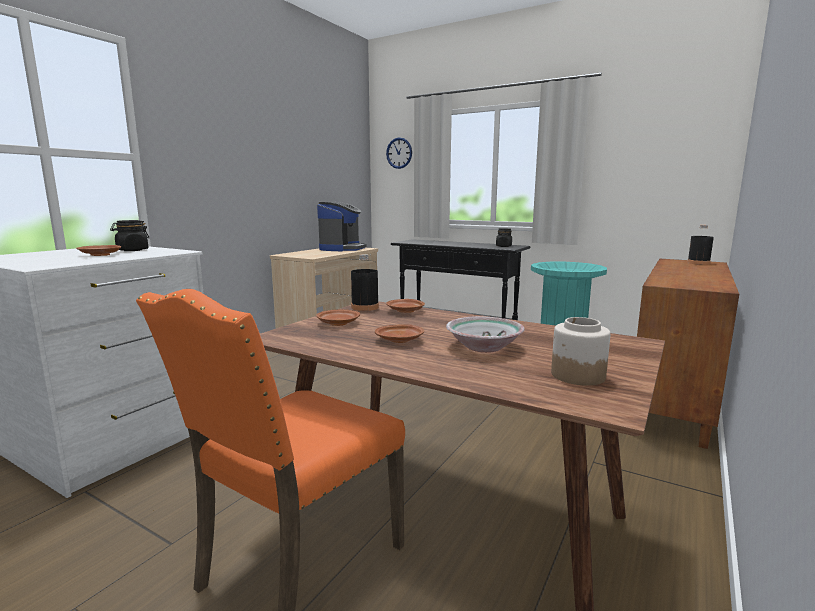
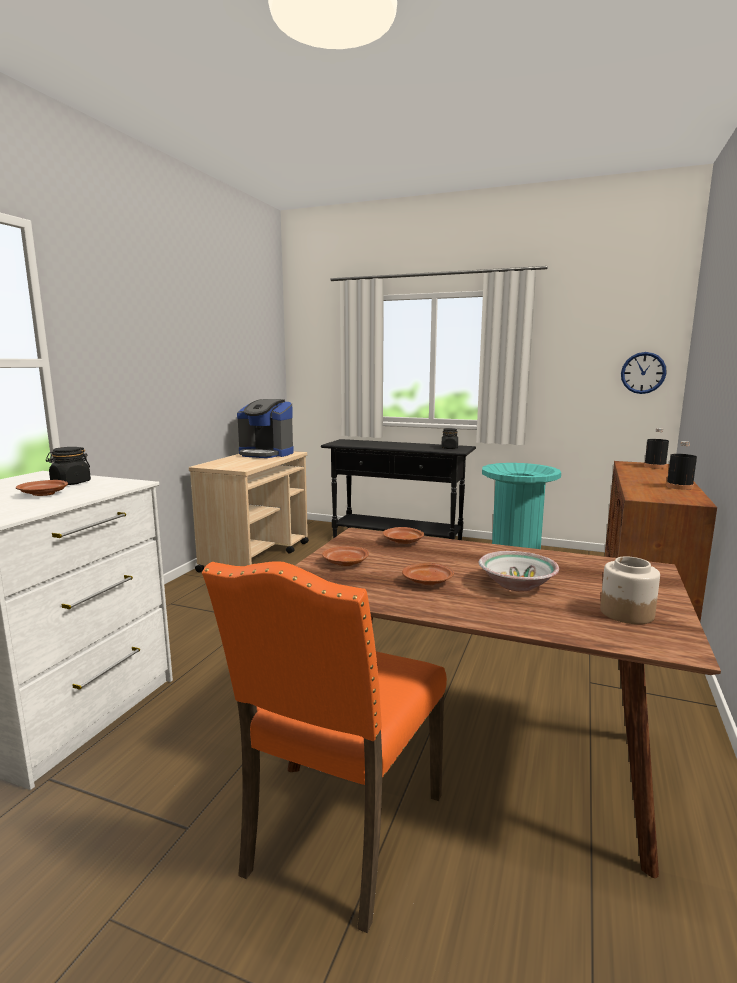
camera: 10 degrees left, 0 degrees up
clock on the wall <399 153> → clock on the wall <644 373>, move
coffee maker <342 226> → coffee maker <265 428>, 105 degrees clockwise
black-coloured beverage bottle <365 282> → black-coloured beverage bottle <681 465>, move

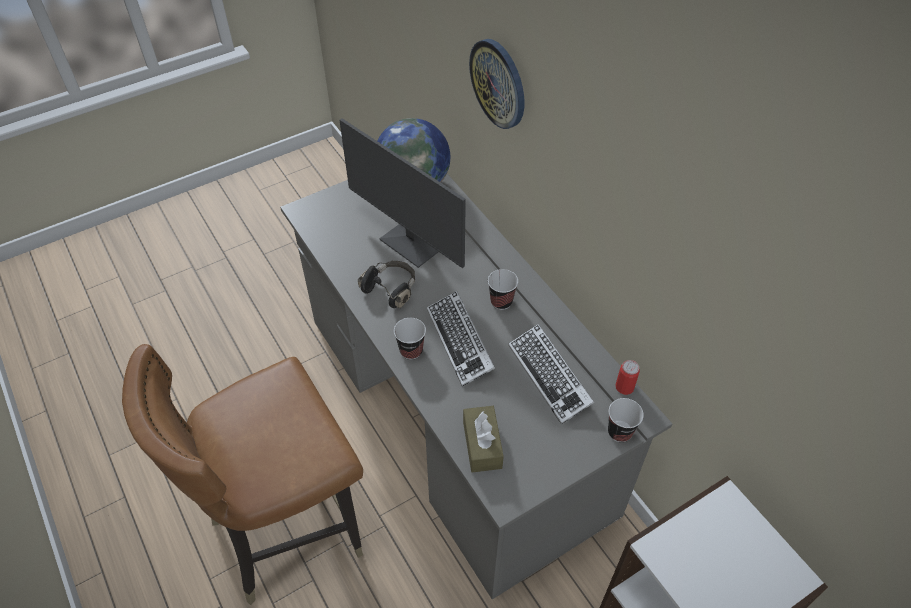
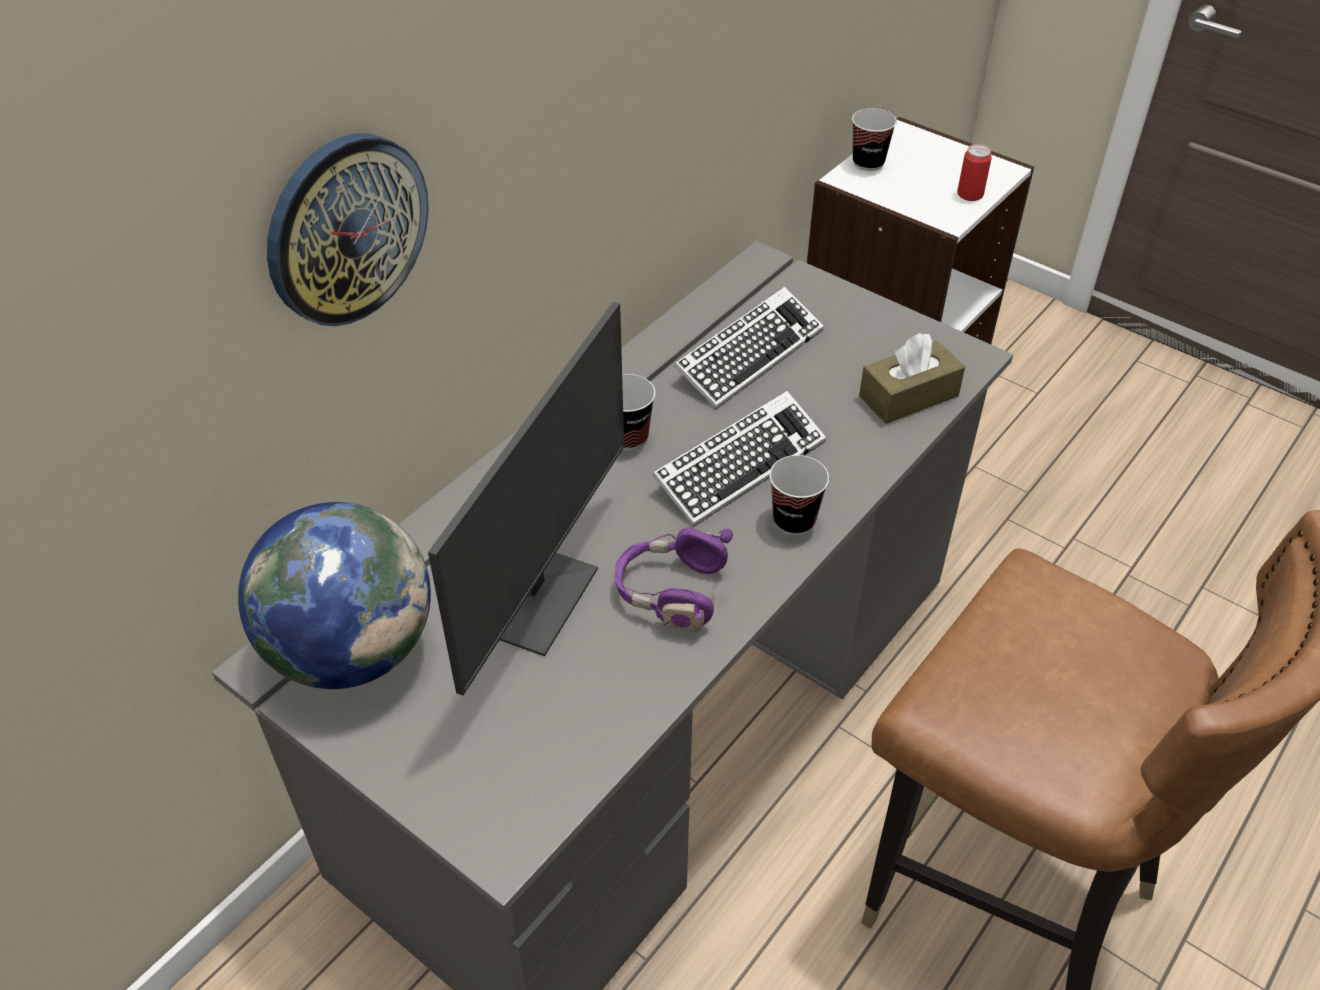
camera: 110 degrees left, 5 degrees down
black-coloured headset <386 284> → purplish headset <673 579>
metal can <627 377> → metal can <974 172>, move
drinking cup <626 420> → drinking cup <874 139>, move

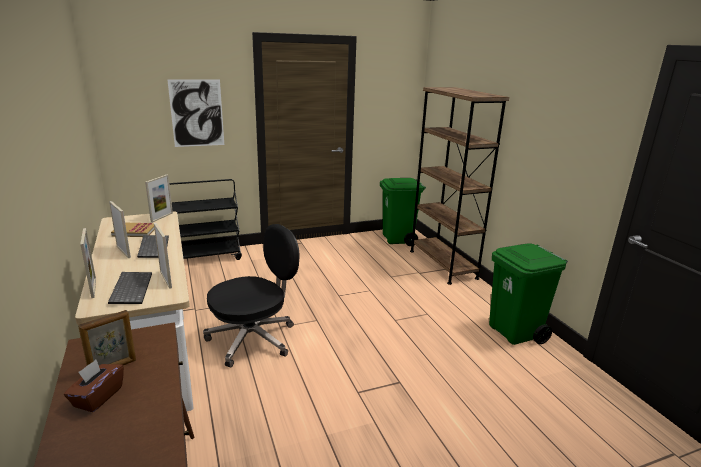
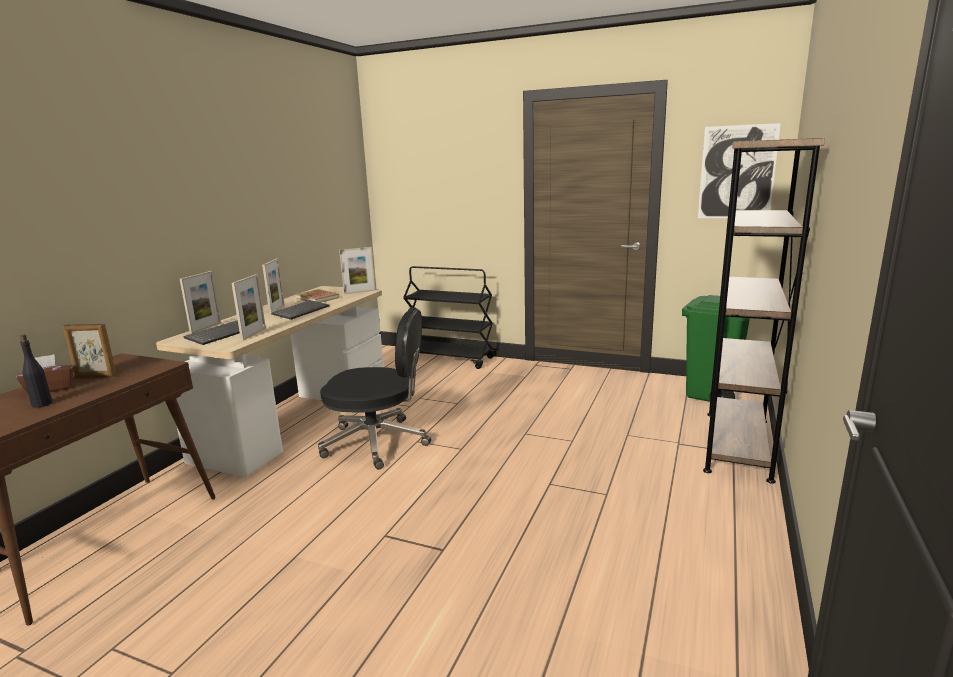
camera: 45 degrees right, 5 degrees down
wall picture <195 113> → wall picture <739 170>, move
greenish trash can <528 294> → -
- → black-coloured beverage bottle <36 371>

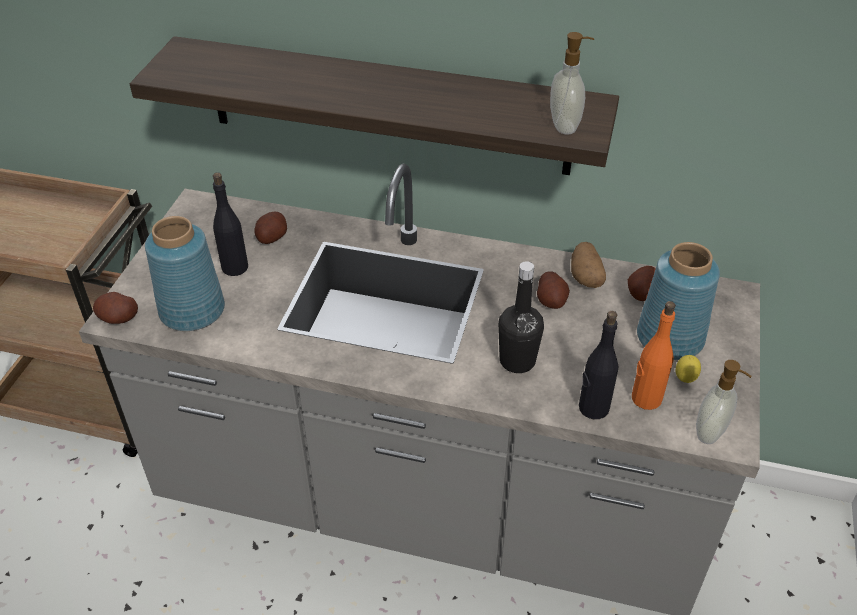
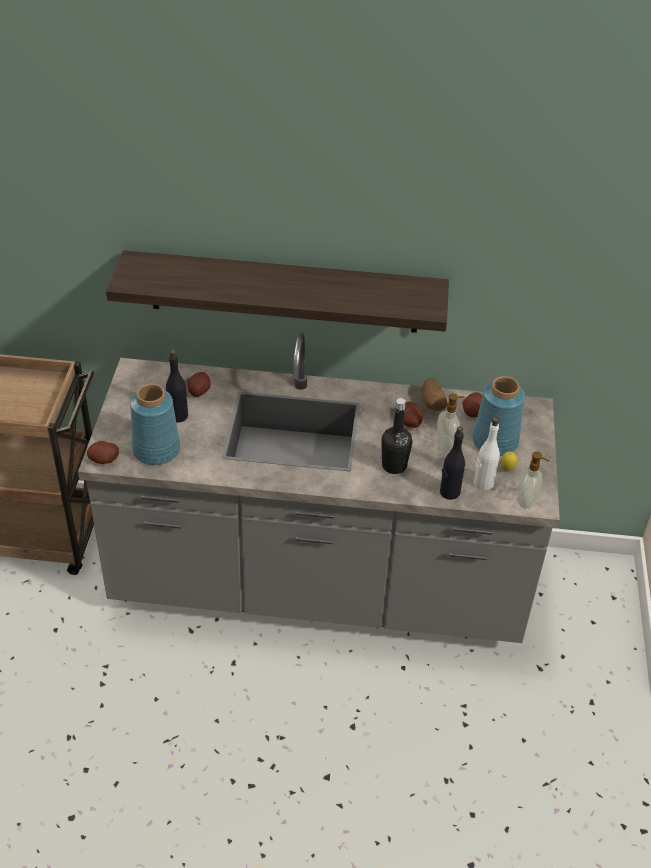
camera: 10 degrees left, 0 degrees up
soap dispenser <572 83> → soap dispenser <451 422>, move
orangey beverage bottle <654 355> → whitish beverage bottle <487 453>

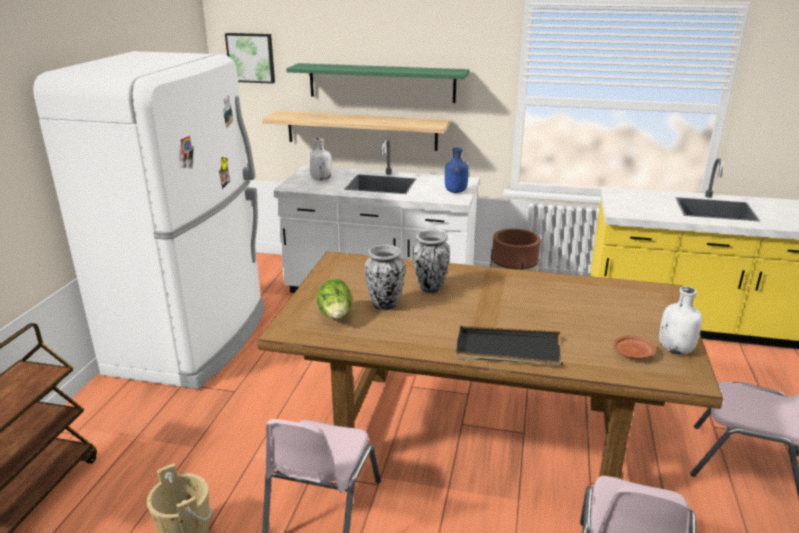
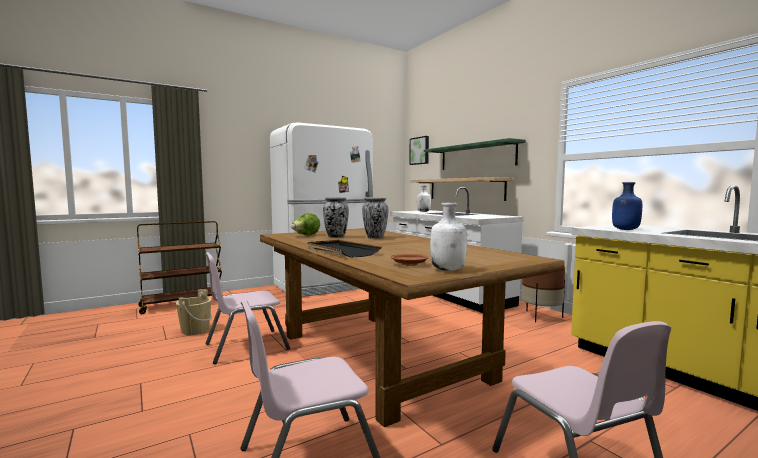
camera: 45 degrees right, 20 degrees down
bluish beverage bottle <457 170> → bluish beverage bottle <627 206>, move

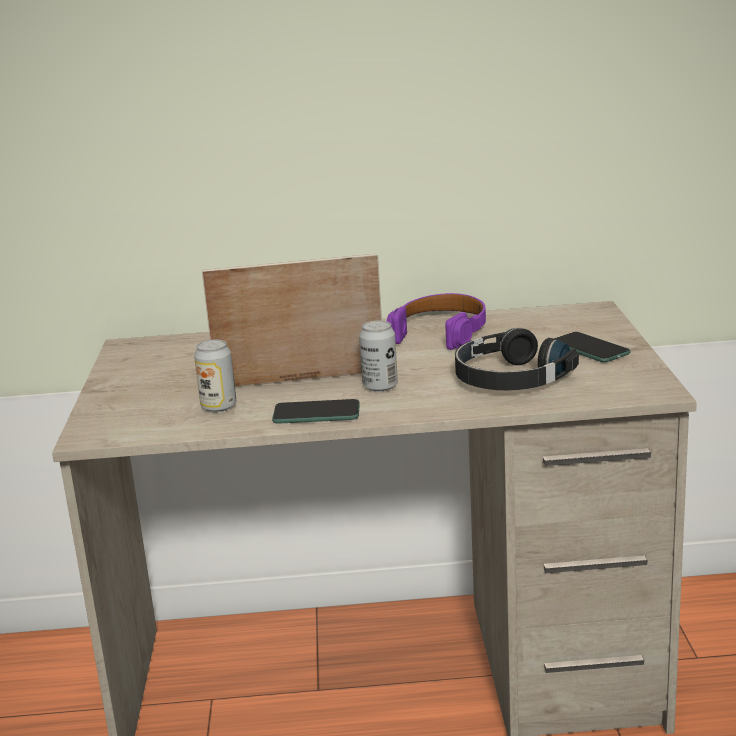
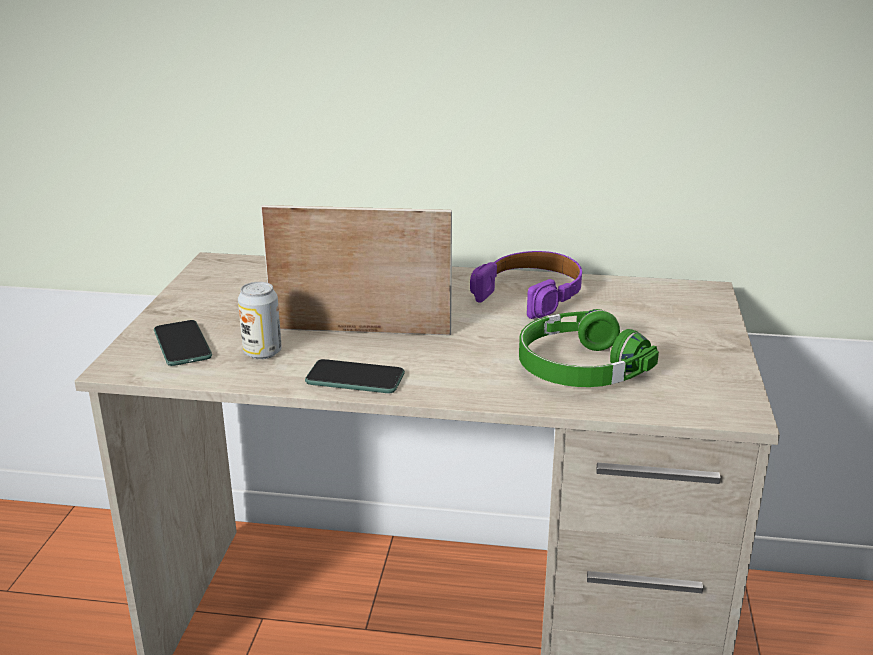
camera: 10 degrees right, 5 degrees up
metal can <378 356> → -
black-coloured headset <517 359> → greenish headset <589 348>
phone <592 347> → phone <183 343>, move

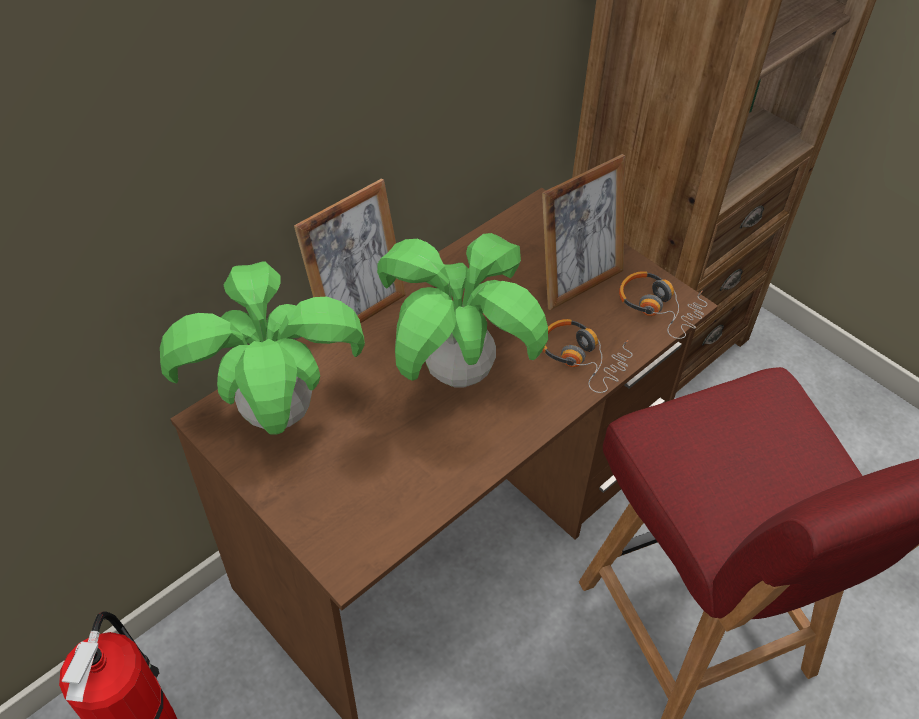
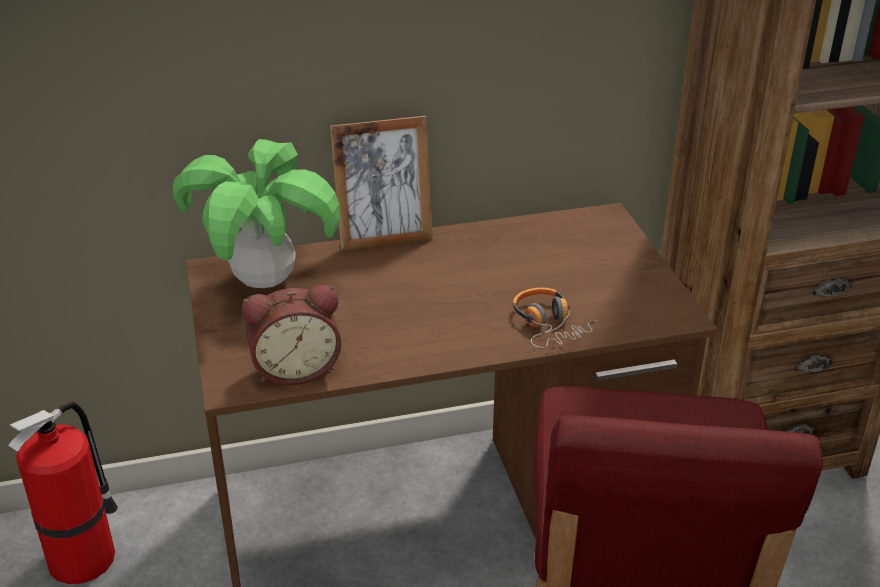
camera: 30 degrees right, 15 degrees down
standing frame <583 232> → -
houseplant <462 310> → -
headset <663 305> → -
- → alarm clock <291 335>

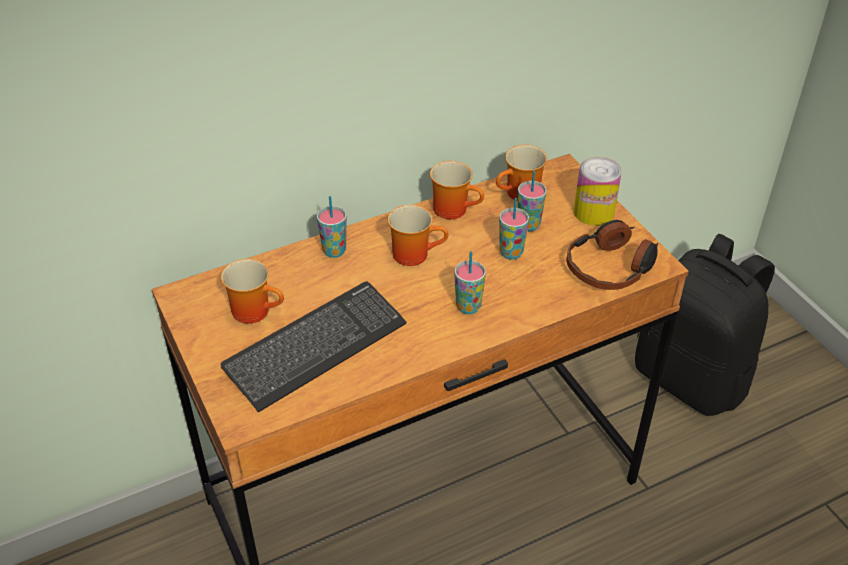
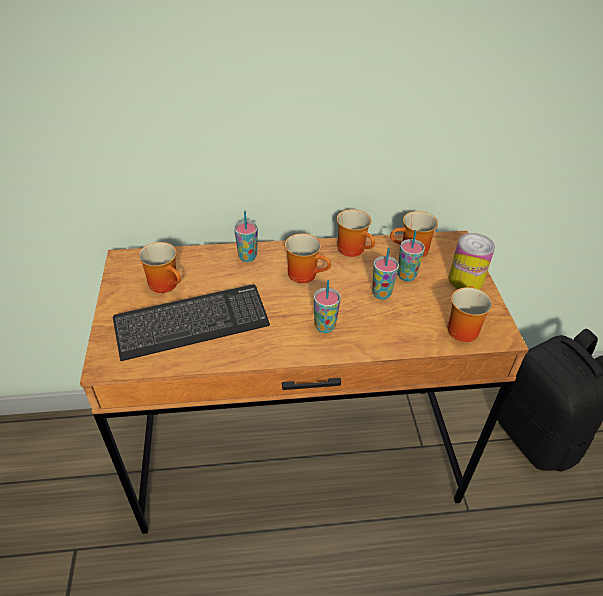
camera: 20 degrees right, 0 degrees up
headset <612 255> → tea mug <470 314>

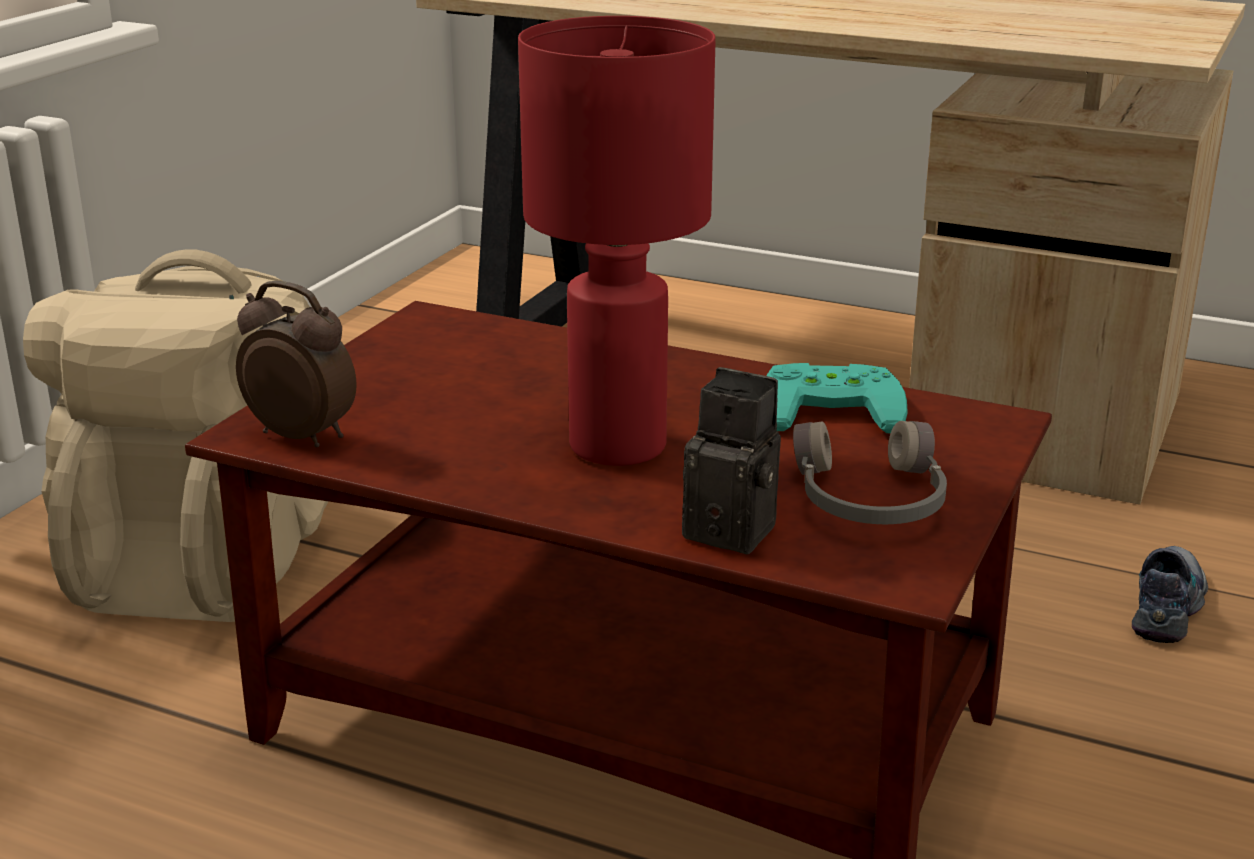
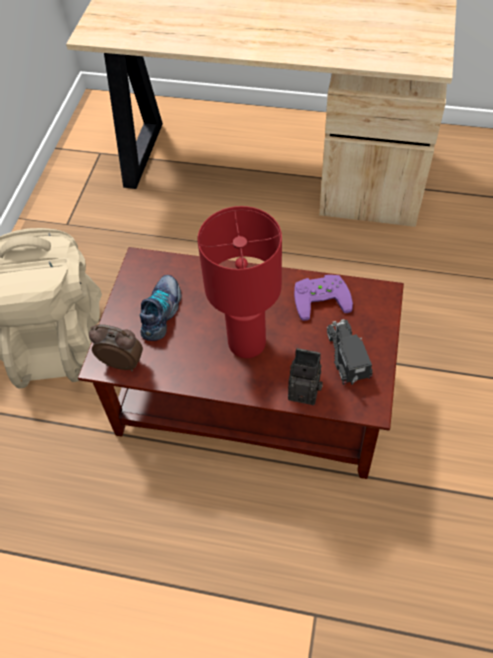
camera: 10 degrees left, 30 degrees up
turquoise joypad <837 398> → purplish joypad <323 298>
grey headset <870 472> → model truck <350 352>
shoe <1170 594> → shoe <161 308>, move

